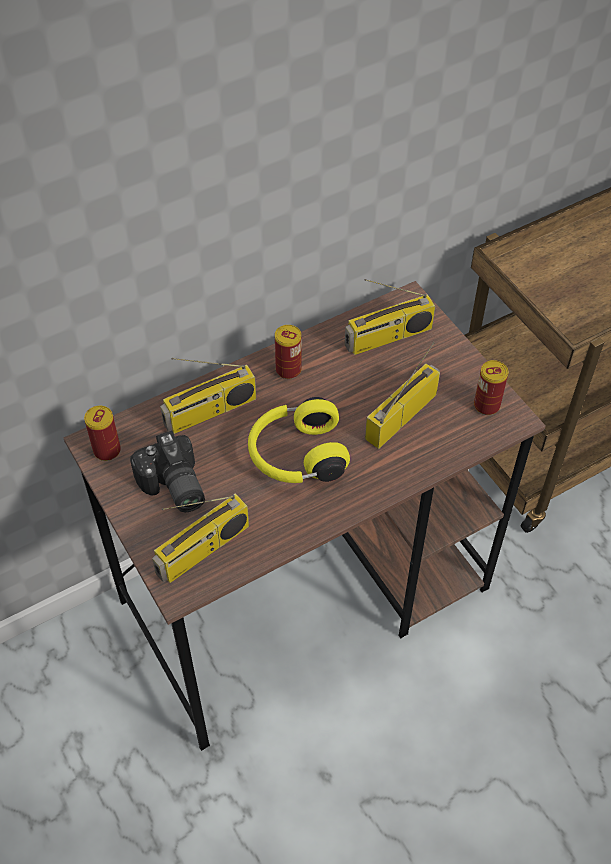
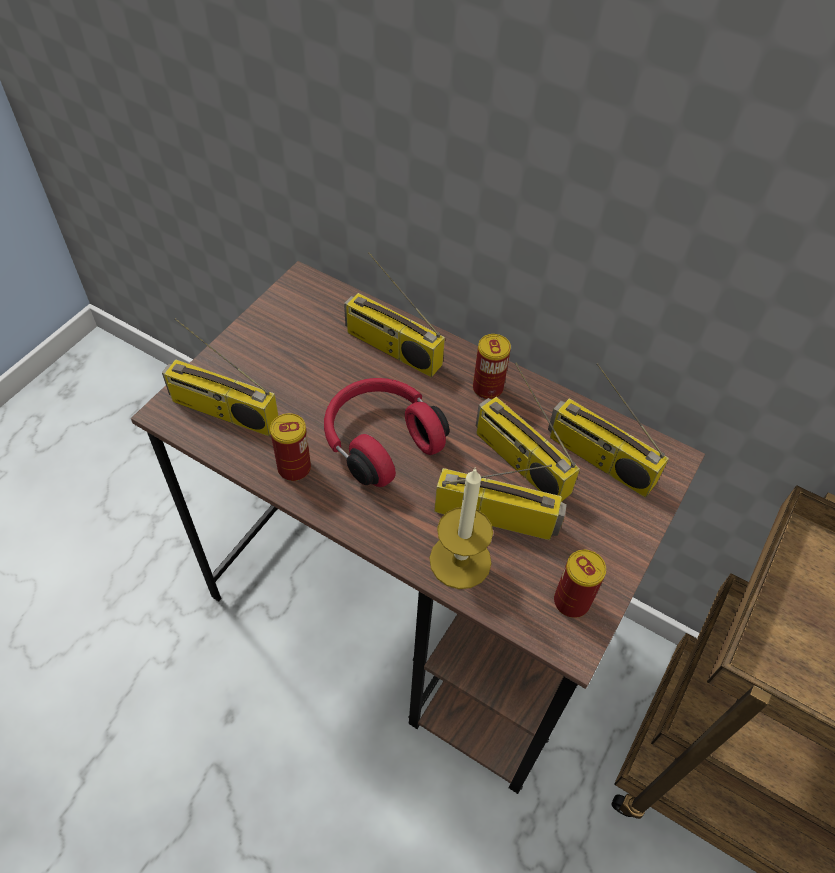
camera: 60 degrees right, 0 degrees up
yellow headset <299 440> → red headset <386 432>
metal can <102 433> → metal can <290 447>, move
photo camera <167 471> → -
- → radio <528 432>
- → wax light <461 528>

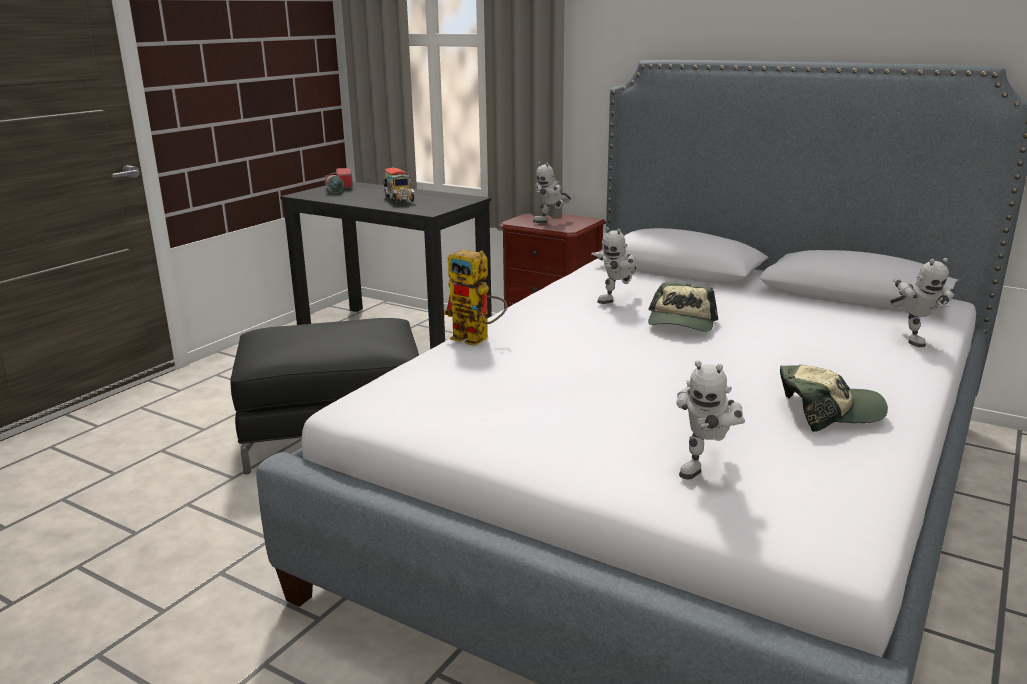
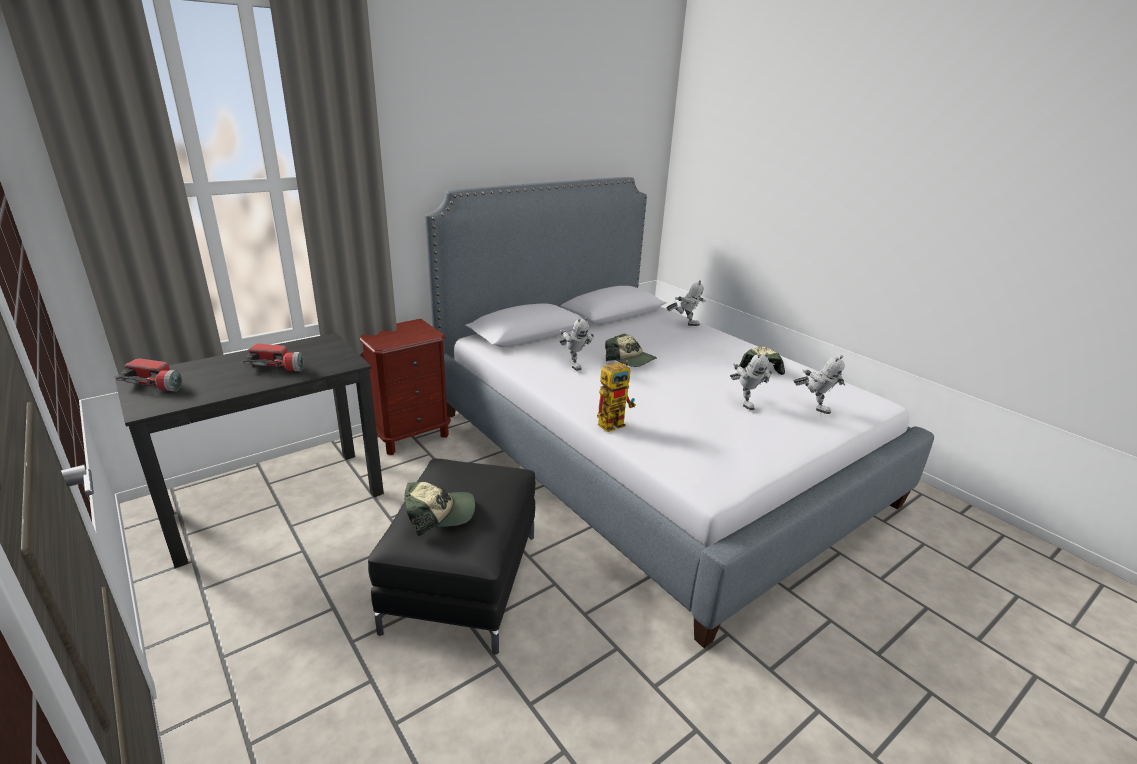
camera: 70 degrees left, 5 degrees up
toy robot <552 192> → toy robot <751 381>, move
model truck <398 185> → flashlight <273 357>
- → baseball cap <440 509>

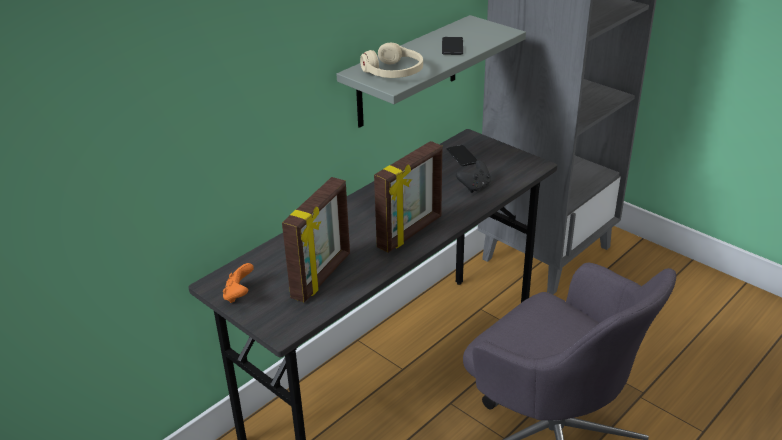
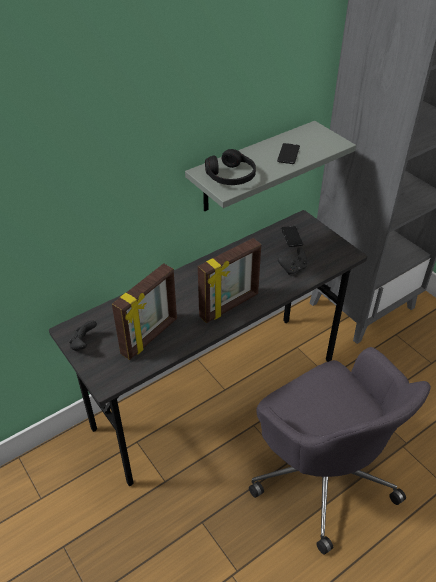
camera: 10 degrees right, 10 degrees up
beige headset <391 60> → black-coloured headset <230 167>
orangey joypad <238 283> → black-coloured joypad <83 336>

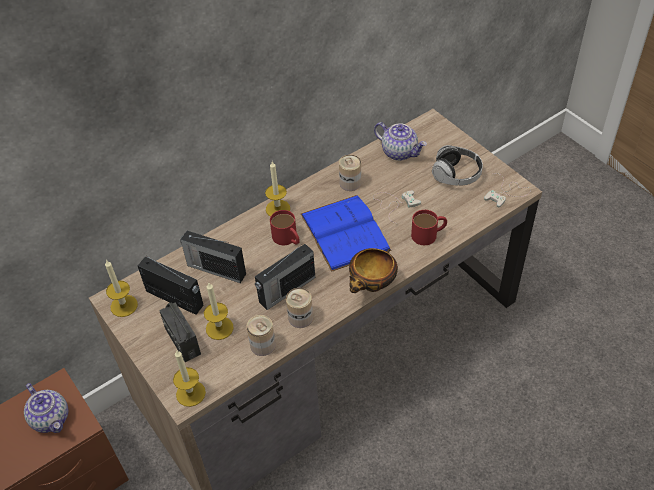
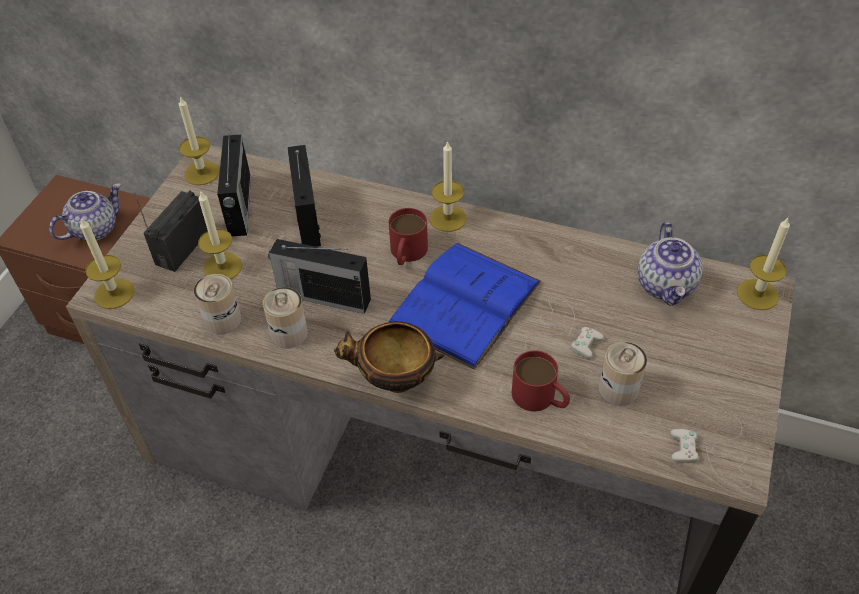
camera: 55 degrees right, 0 degrees up
headset <457 165> → -
metal can <350 173> → metal can <623 374>, move
teapot <46 408> → teapot <85 212>, 150 degrees counterclockwise
- → wax light <763 264>

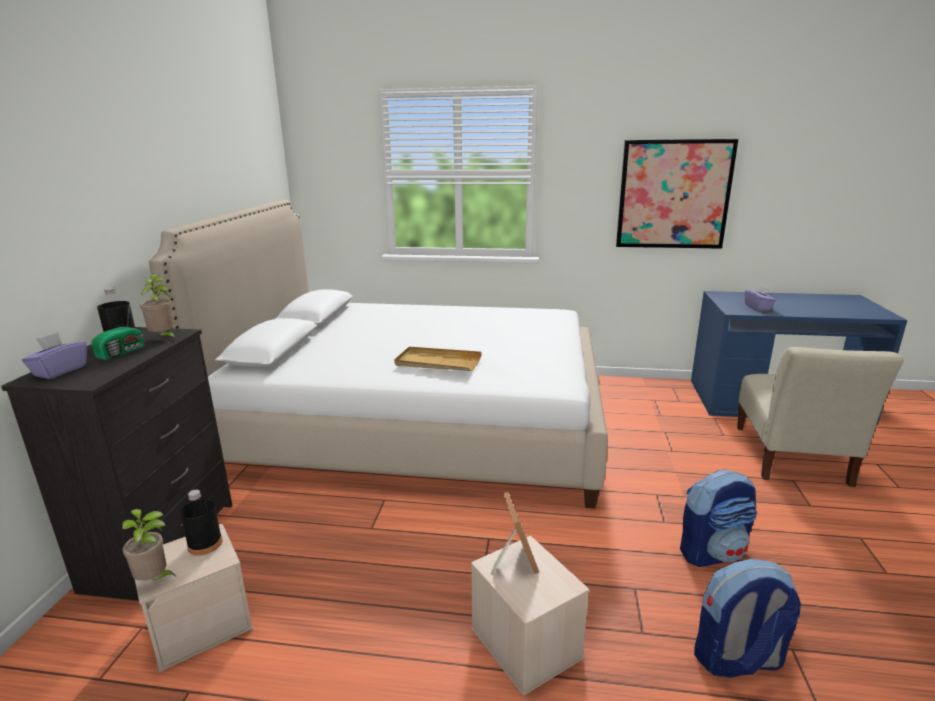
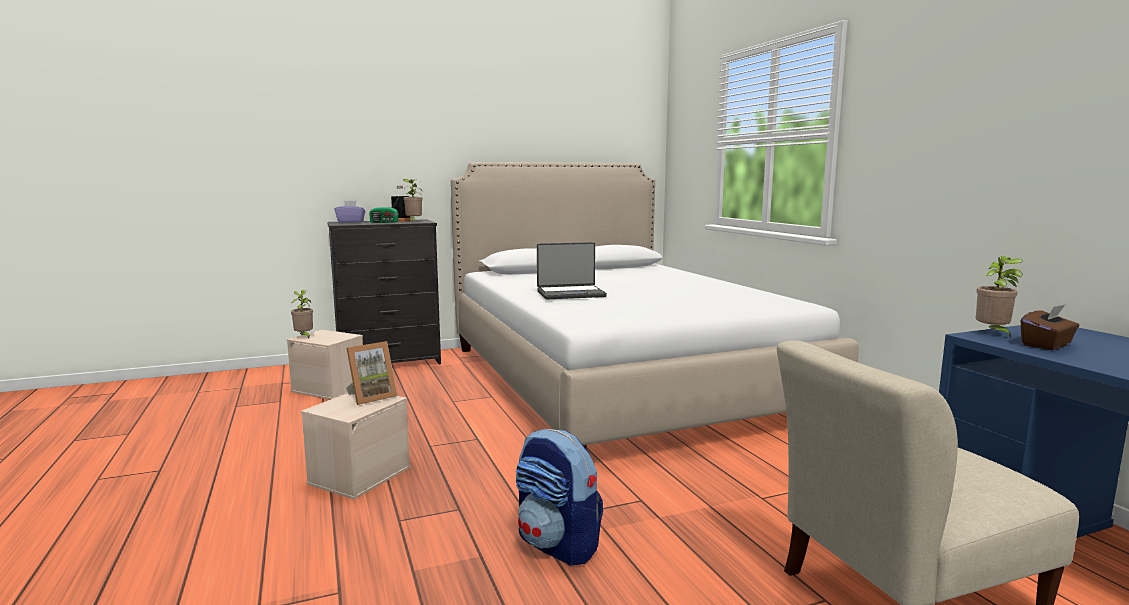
camera: 60 degrees right, 10 degrees down
wall picture <677 194> → -
purplish tissue box <760 298> → brown tissue box <1050 327>
beige serving tray <438 359> → portable computer <572 270>
black-coloured beverage bottle <201 523> → -
knapsack <747 618> → -
- → houseplant <999 297>

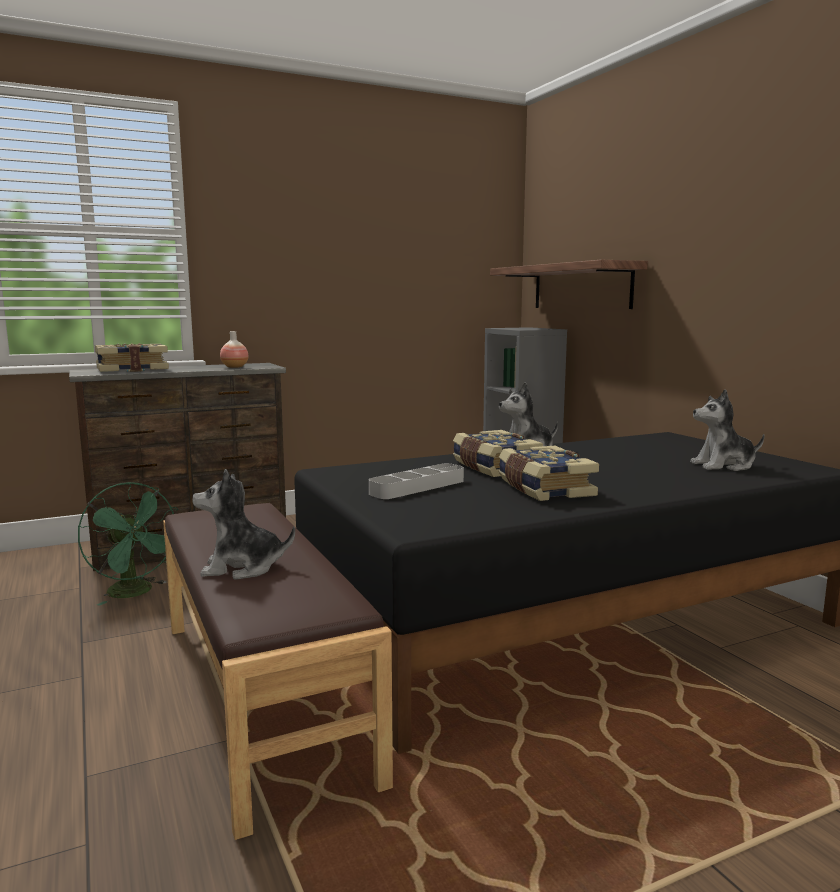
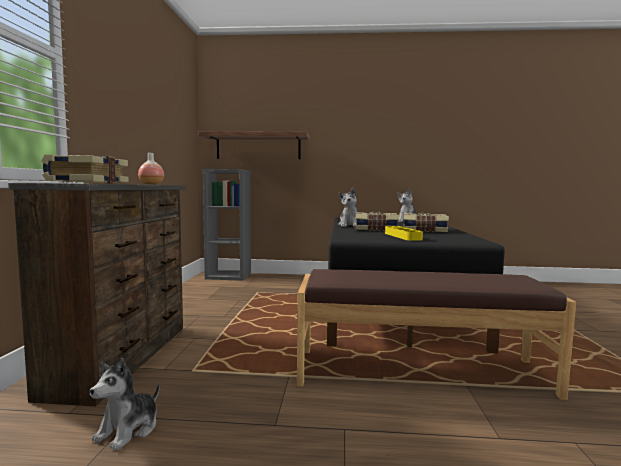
camera: 60 degrees left, 5 degrees down
grey serving tray <416 481> → yellow serving tray <404 233>
soft toy <244 524> → soft toy <125 404>, move
greenish fan <128 544> → -

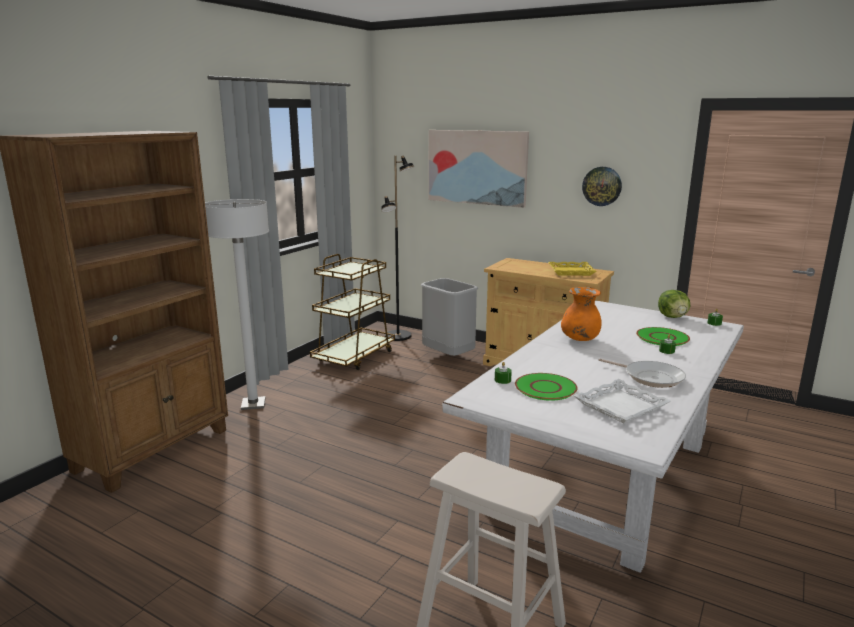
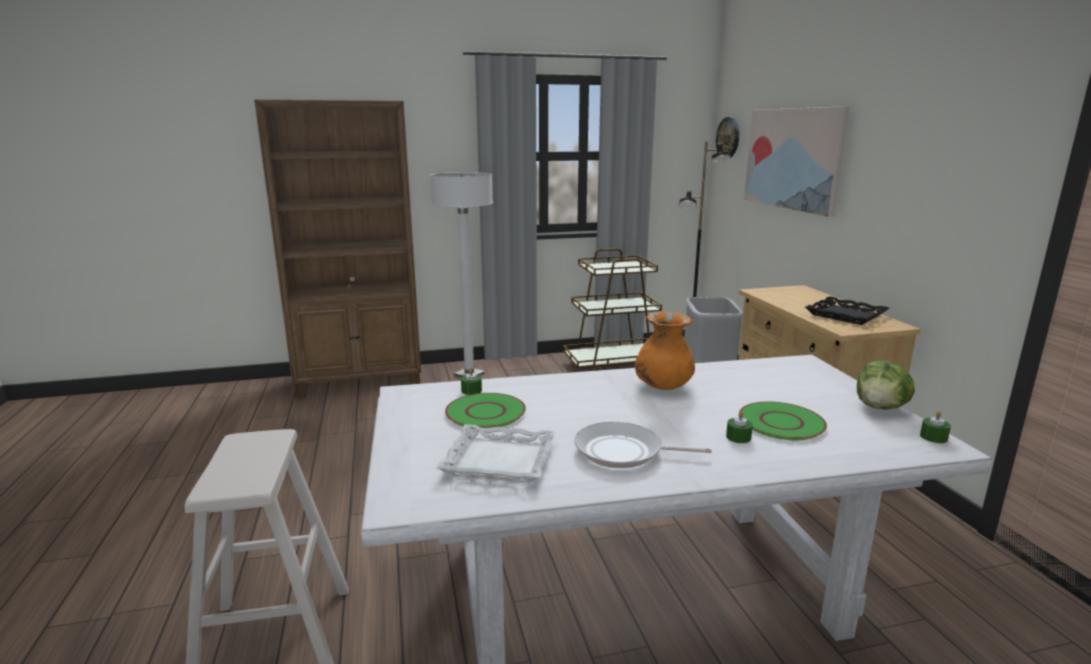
camera: 45 degrees right, 0 degrees up
clock on the wall <602 186> → clock on the wall <727 137>, move
yellow serving tray <572 269> → black-coloured serving tray <847 310>
frying pan <642 373> → frying pan <643 445>, 105 degrees clockwise

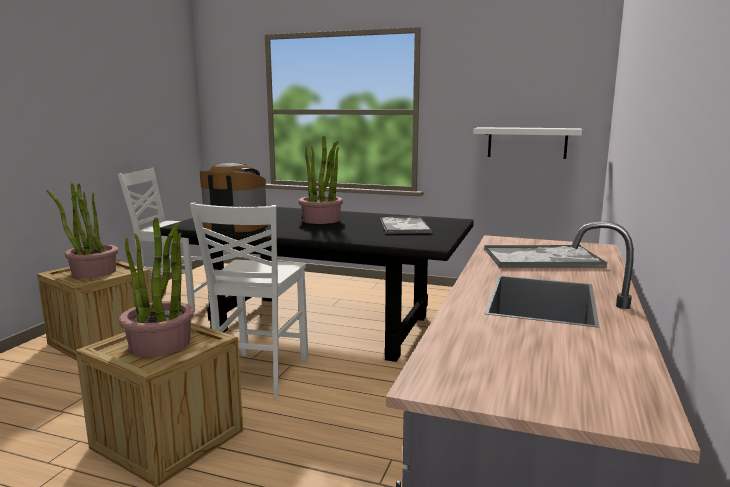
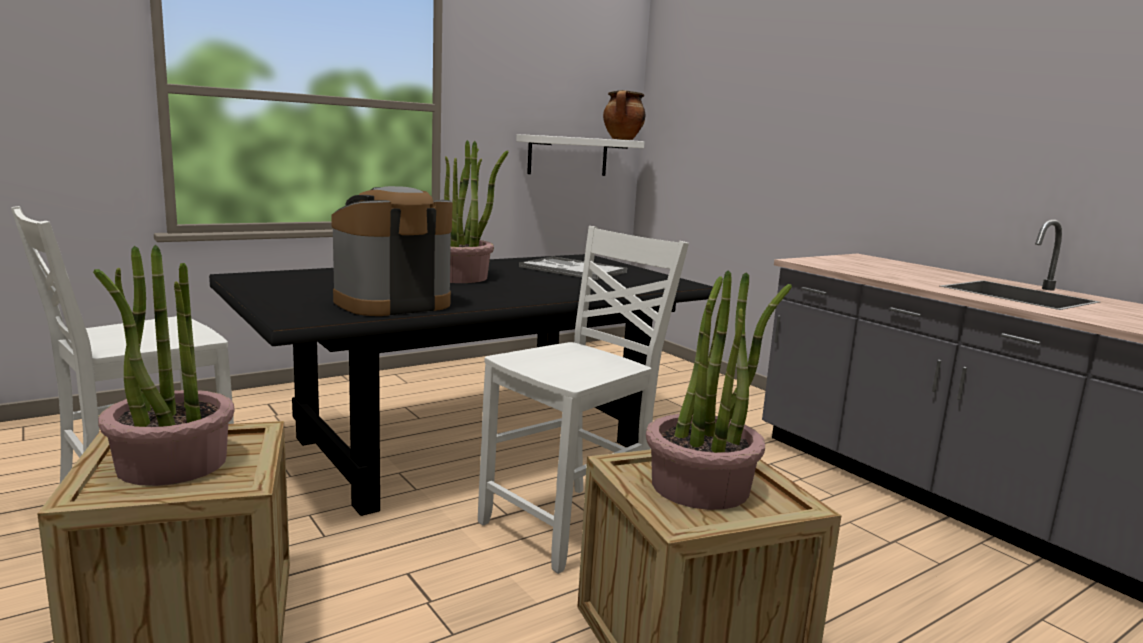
camera: 55 degrees left, 0 degrees up
whitish chair <249 300> → whitish chair <583 400>, 90 degrees counterclockwise
serving tray <545 256> → -
- → saucepot <624 115>

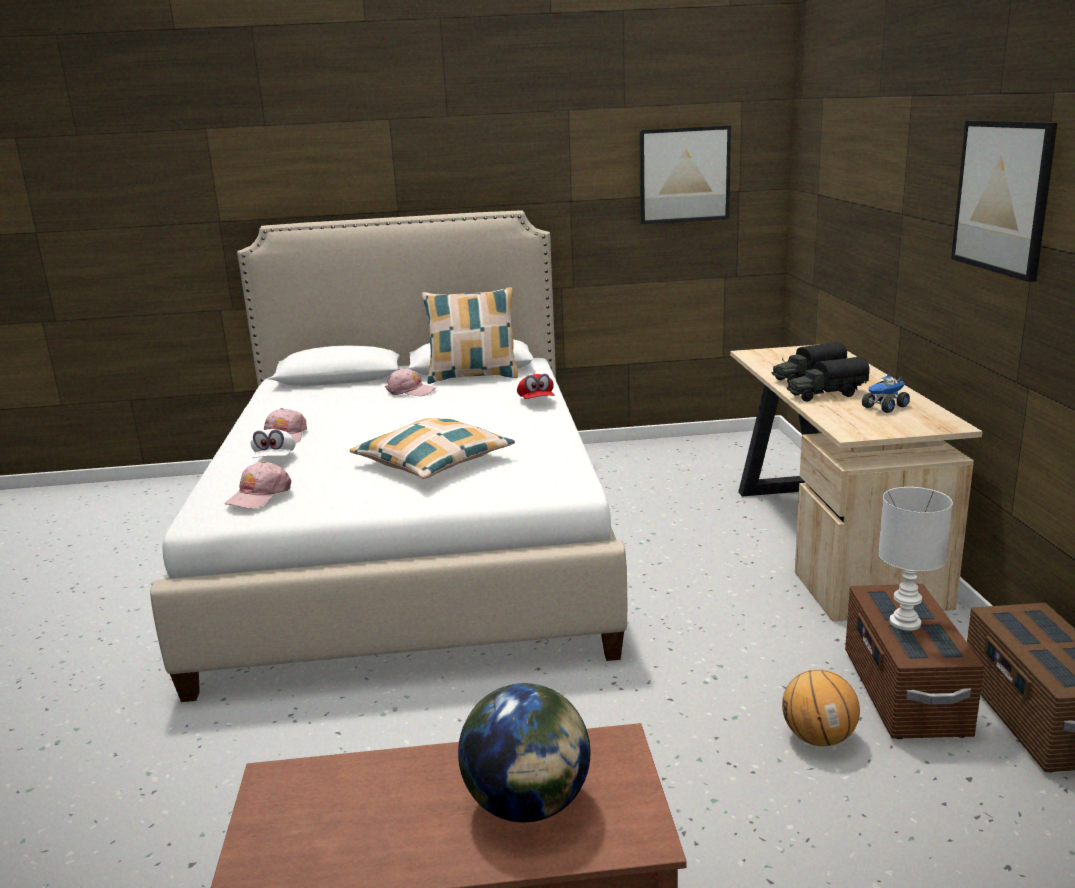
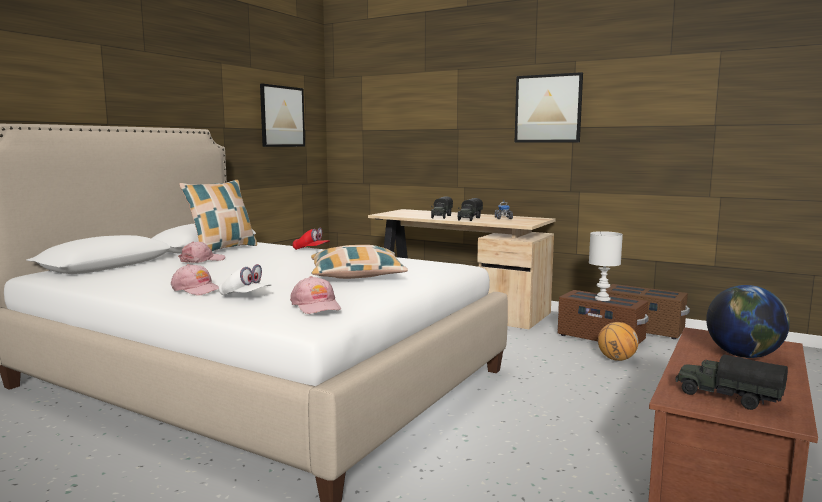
camera: 55 degrees left, 10 degrees down
- → model truck <731 382>

